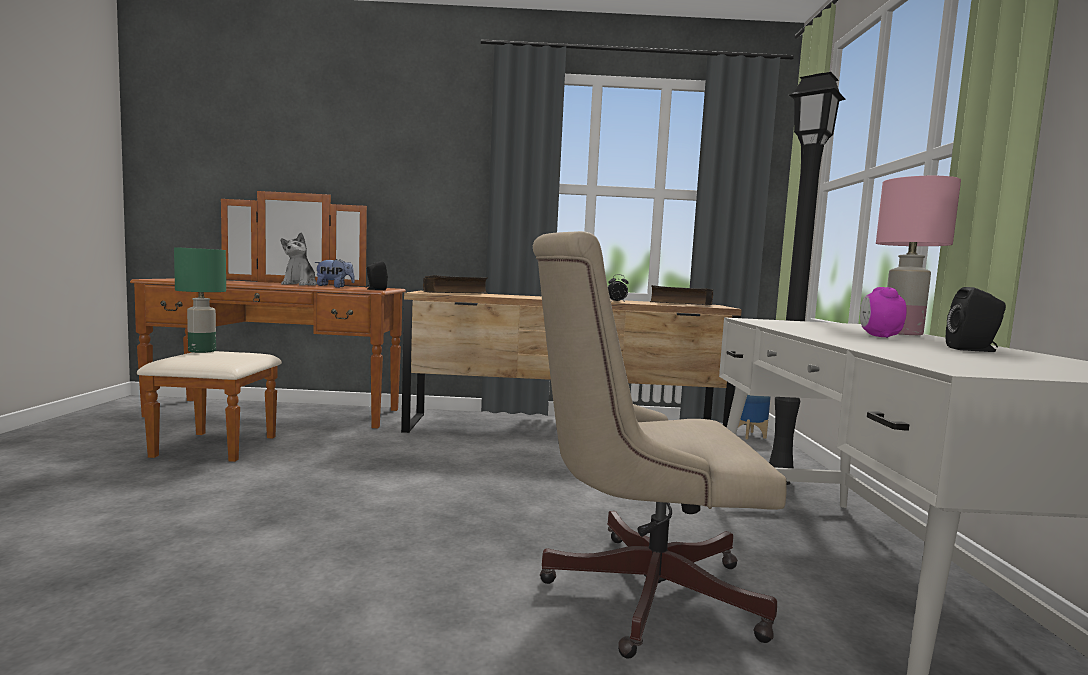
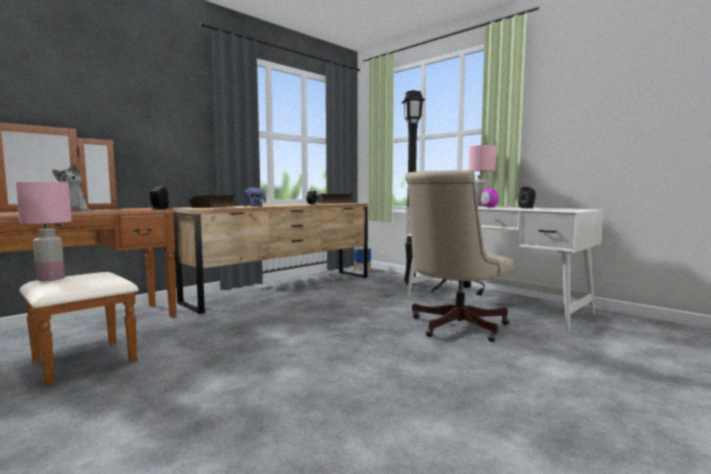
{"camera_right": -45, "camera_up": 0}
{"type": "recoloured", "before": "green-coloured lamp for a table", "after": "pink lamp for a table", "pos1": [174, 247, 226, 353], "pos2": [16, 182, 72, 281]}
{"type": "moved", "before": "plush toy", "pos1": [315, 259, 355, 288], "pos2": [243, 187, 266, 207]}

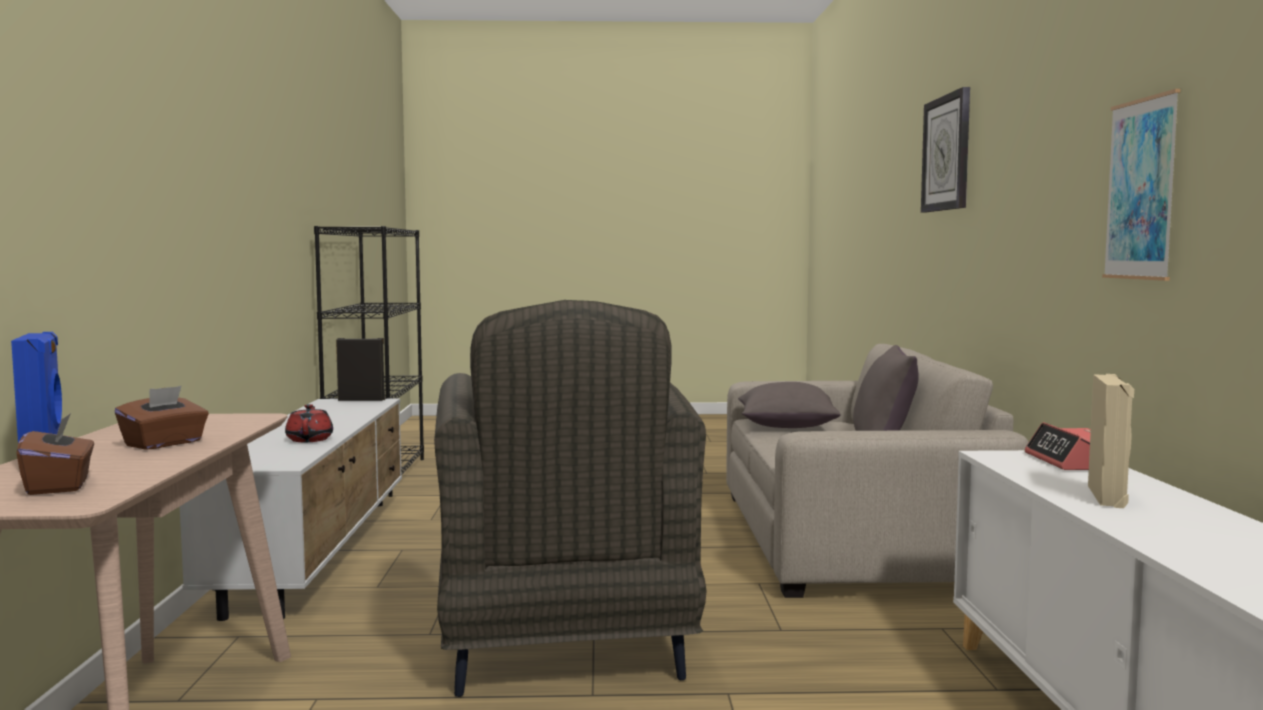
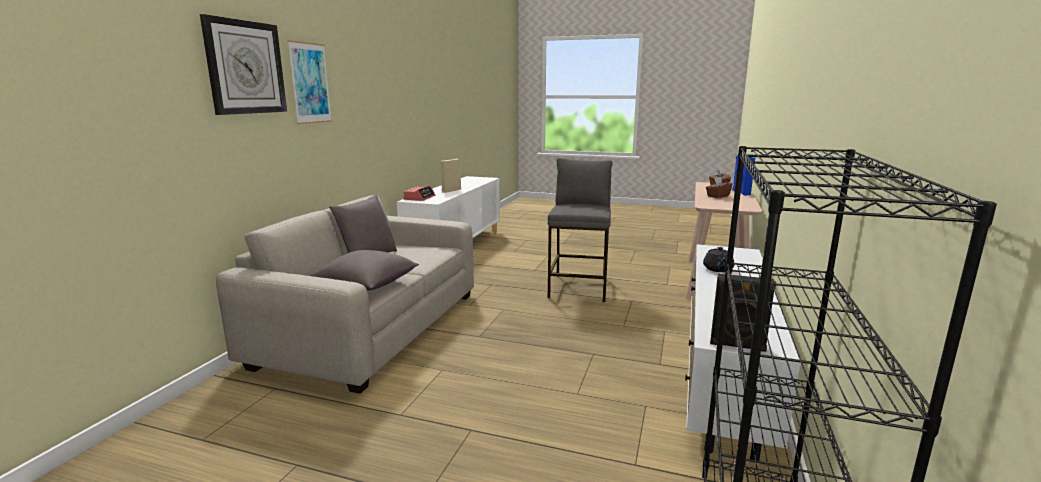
{"camera_right": -160, "camera_up": 10}
{"type": "recoloured", "before": "reddish pot for tea", "after": "black-coloured pot for tea", "pos1": [285, 404, 333, 442], "pos2": [703, 247, 734, 272]}
{"type": "replaced", "before": "greyish lounge chair", "after": "greyish sitting stool", "pos1": [434, 300, 707, 697], "pos2": [548, 158, 612, 302]}
{"type": "moved", "before": "picture", "pos1": [1102, 89, 1180, 281], "pos2": [287, 40, 332, 124]}

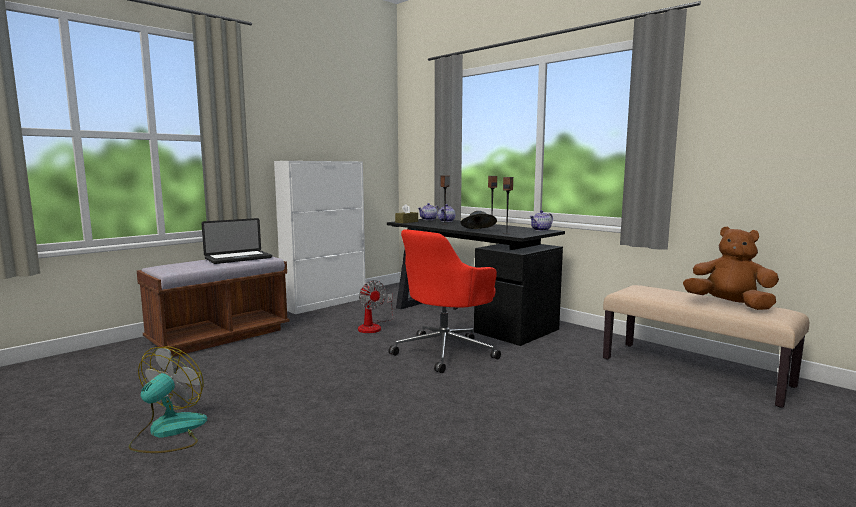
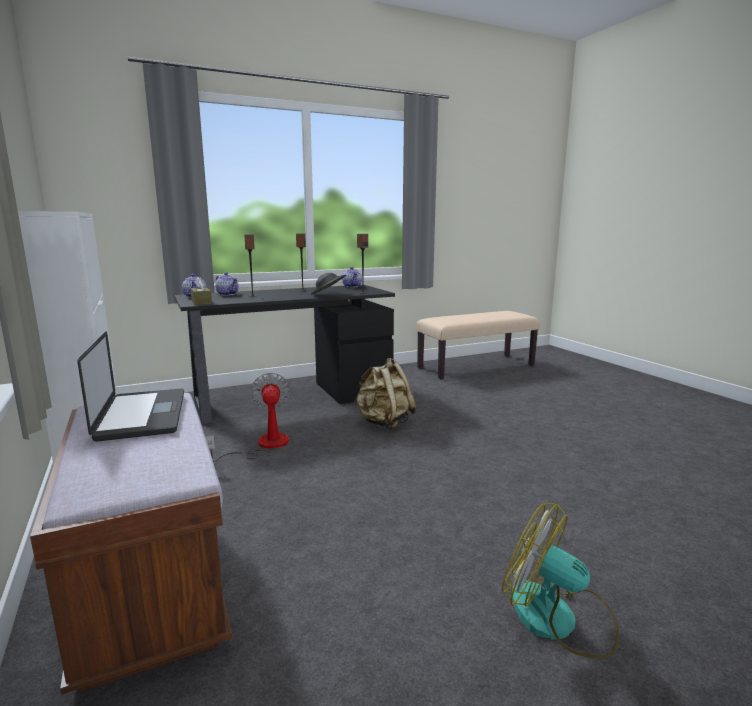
{"camera_right": -70, "camera_up": 5}
{"type": "turned", "before": "cooling fan", "pos1": [358, 280, 394, 333], "pos2": [205, 373, 290, 462], "turn": -90}
{"type": "replaced", "before": "reddish desk chair", "after": "beige-coloured backpack", "pos1": [388, 229, 501, 373], "pos2": [354, 358, 417, 430]}
{"type": "removed", "before": "brownish plush toy", "pos1": [683, 226, 779, 310]}

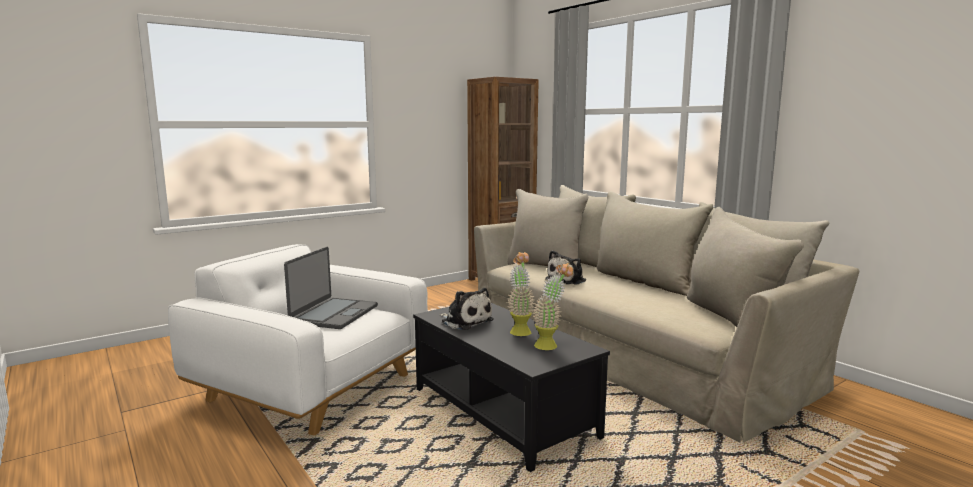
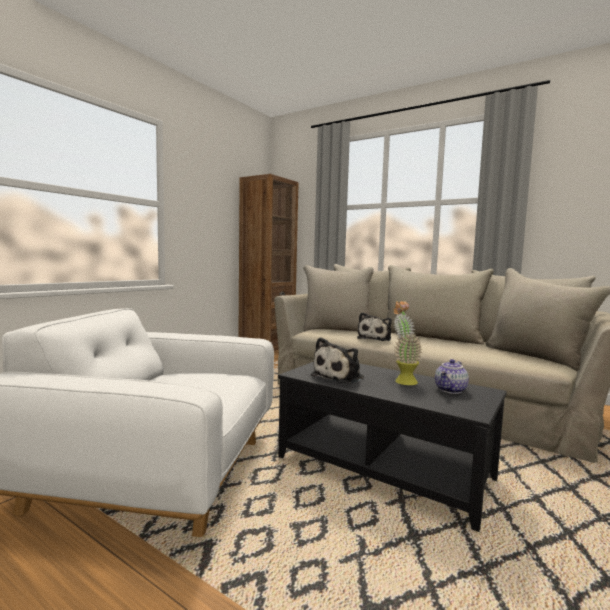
{"camera_right": -20, "camera_up": -5}
{"type": "removed", "before": "notebook computer", "pos1": [284, 247, 378, 329]}
{"type": "turned", "before": "plush toy", "pos1": [439, 288, 494, 330], "pos2": [311, 337, 364, 384], "turn": 105}
{"type": "replaced", "before": "potted plant", "after": "pot for tea", "pos1": [533, 263, 573, 350], "pos2": [435, 359, 469, 394]}

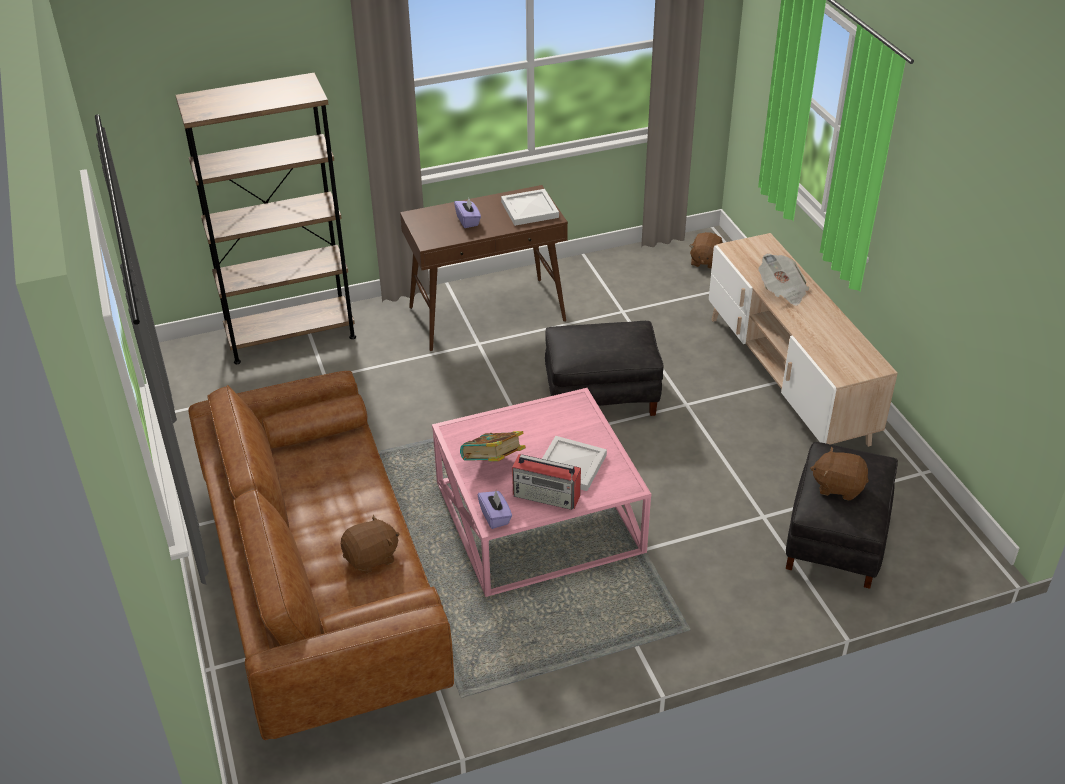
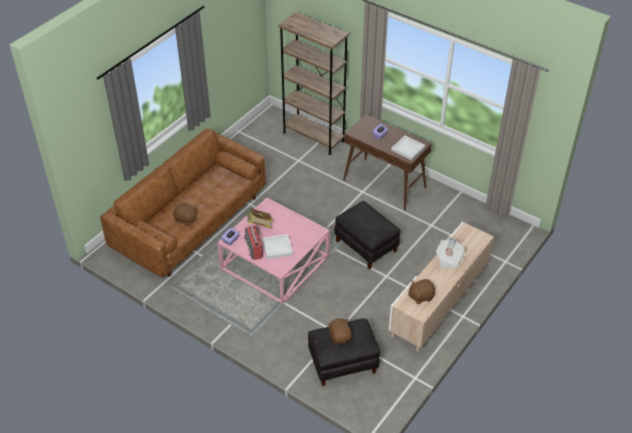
{"camera_right": 55, "camera_up": 5}
{"type": "moved", "before": "brownish plush toy", "pos1": [689, 232, 722, 269], "pos2": [408, 279, 436, 304]}

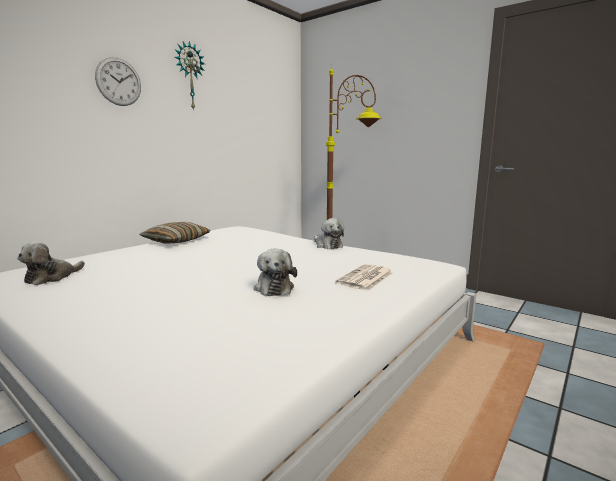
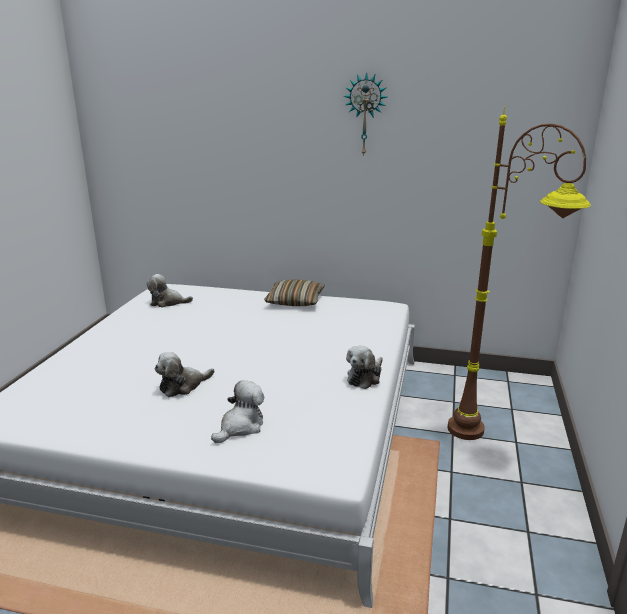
{"camera_right": 65, "camera_up": 10}
{"type": "removed", "before": "wall clock", "pos1": [95, 57, 141, 106]}
{"type": "replaced", "before": "newspaper", "after": "plush toy", "pos1": [335, 264, 393, 291], "pos2": [211, 380, 264, 443]}

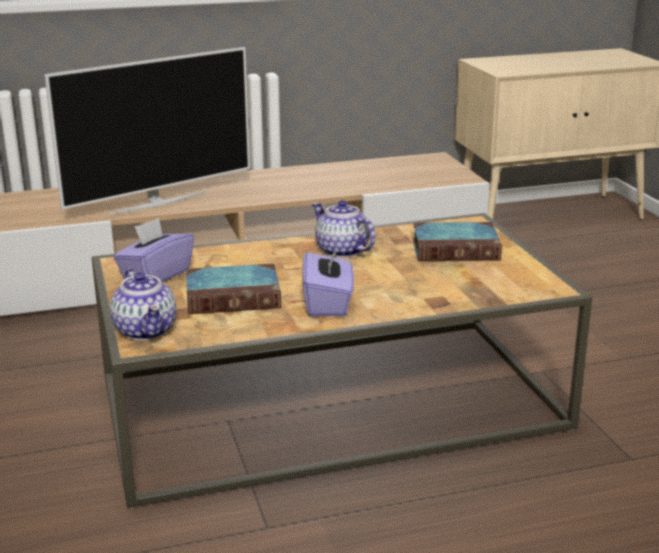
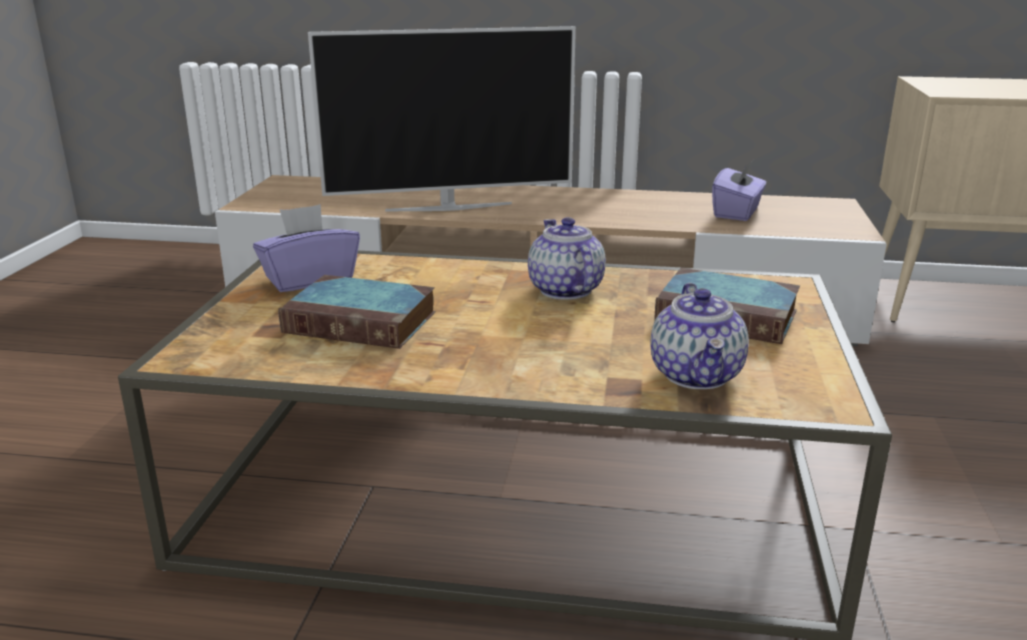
{"camera_right": 25, "camera_up": 0}
{"type": "moved", "before": "pot for tea", "pos1": [110, 269, 177, 340], "pos2": [651, 283, 749, 389]}
{"type": "moved", "before": "purple tissue holder", "pos1": [302, 247, 354, 317], "pos2": [712, 160, 766, 221]}

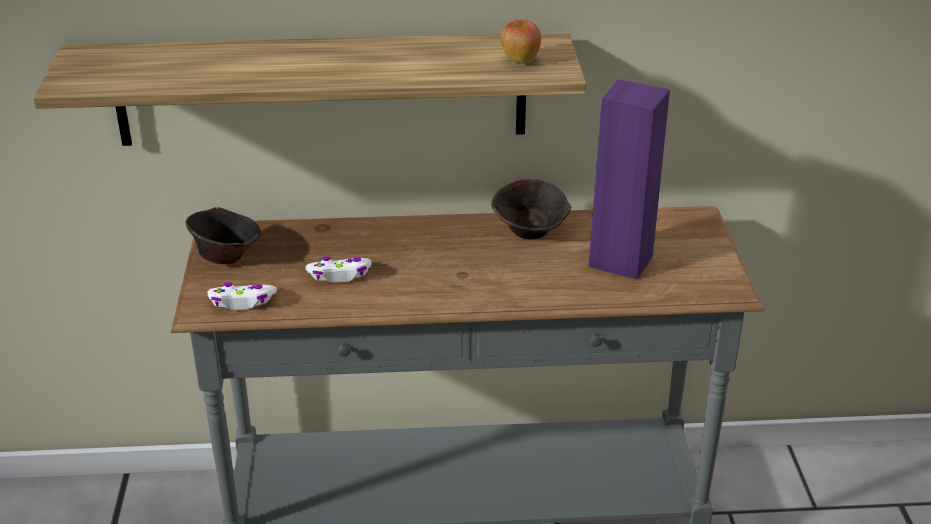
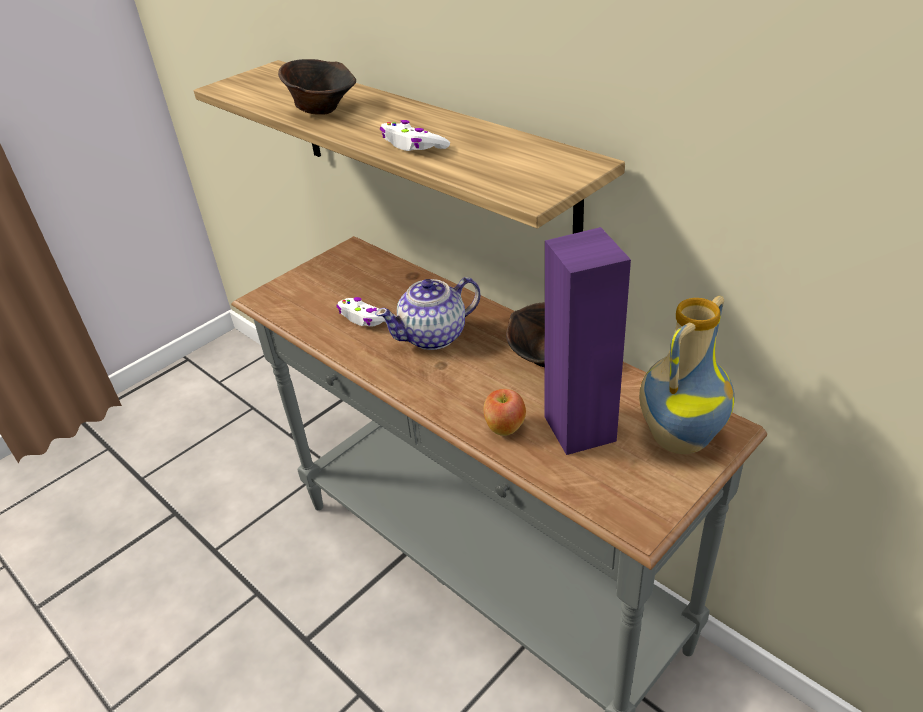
{"camera_right": 50, "camera_up": 5}
{"type": "moved", "before": "brownish bowl", "pos1": [186, 207, 261, 264], "pos2": [278, 59, 356, 115]}
{"type": "moved", "before": "white gamepad", "pos1": [208, 282, 277, 310], "pos2": [380, 120, 450, 151]}
{"type": "moved", "before": "whole apple", "pos1": [501, 19, 541, 64], "pos2": [484, 389, 526, 436]}
{"type": "added", "after": "pot for tea", "pos2": [375, 277, 481, 350]}
{"type": "added", "after": "decorative vase", "pos2": [639, 296, 734, 454]}

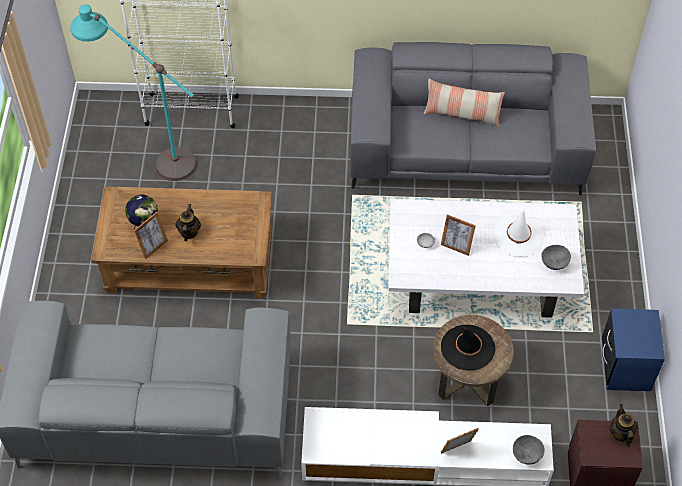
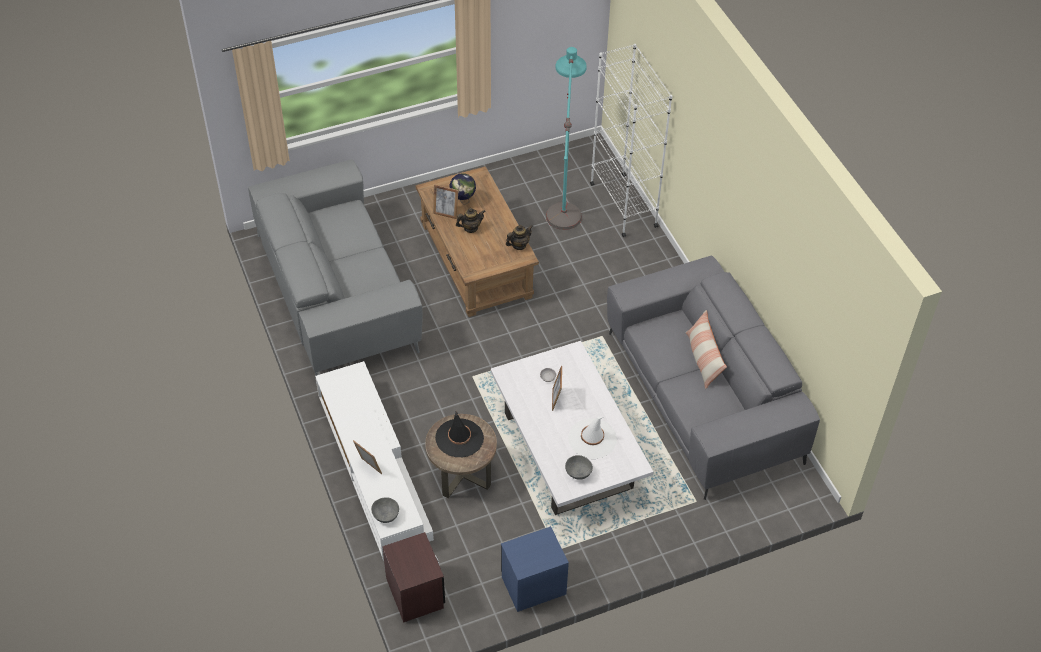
{"camera_right": 65, "camera_up": -5}
{"type": "moved", "before": "pot for tea", "pos1": [610, 404, 638, 447], "pos2": [506, 225, 533, 250]}

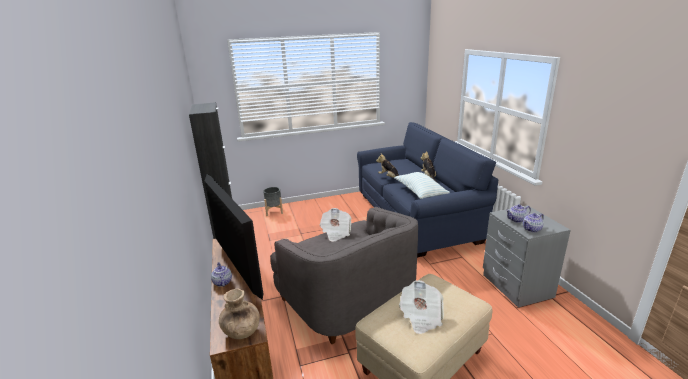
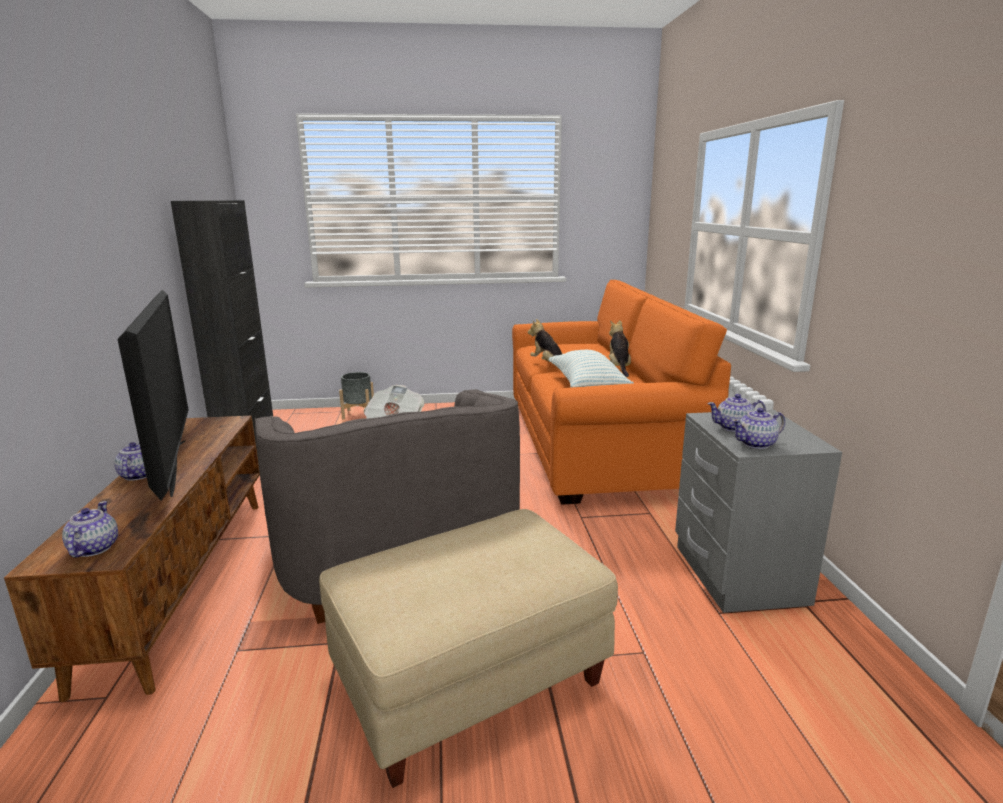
{"camera_right": 10, "camera_up": -5}
{"type": "replaced", "before": "brownish decorative vase", "after": "pot for tea", "pos1": [219, 289, 260, 339], "pos2": [62, 501, 118, 558]}
{"type": "recoloured", "before": "blue-coloured couch", "after": "orangey couch", "pos1": [357, 122, 498, 258], "pos2": [512, 280, 731, 505]}
{"type": "removed", "before": "newspaper", "pos1": [399, 280, 444, 334]}

